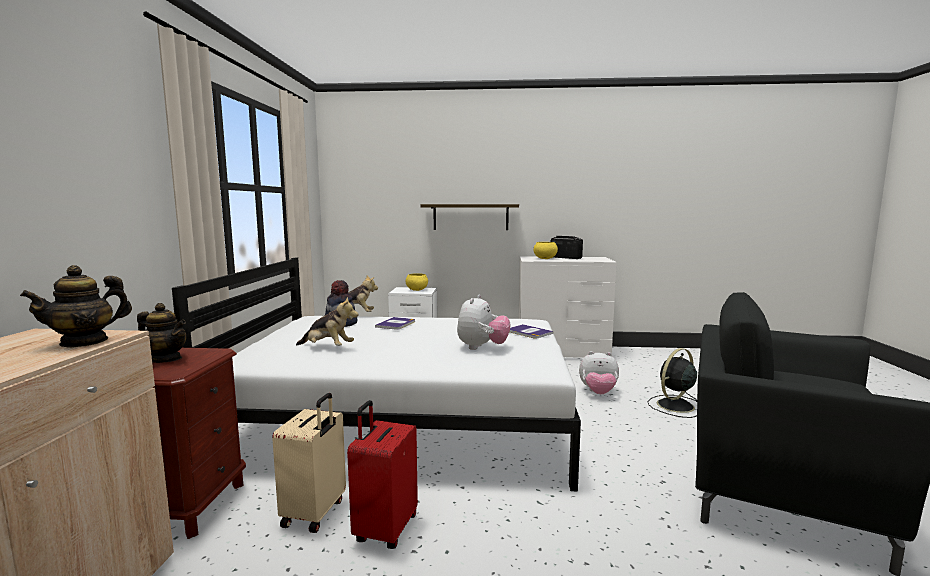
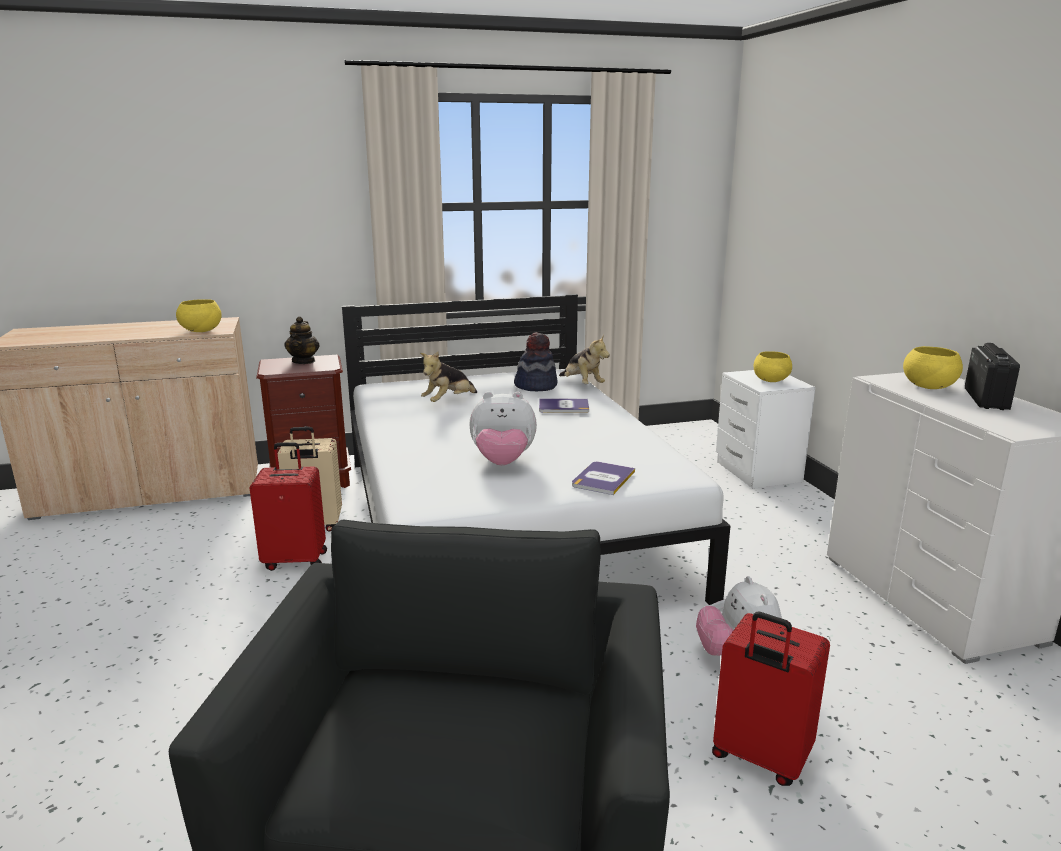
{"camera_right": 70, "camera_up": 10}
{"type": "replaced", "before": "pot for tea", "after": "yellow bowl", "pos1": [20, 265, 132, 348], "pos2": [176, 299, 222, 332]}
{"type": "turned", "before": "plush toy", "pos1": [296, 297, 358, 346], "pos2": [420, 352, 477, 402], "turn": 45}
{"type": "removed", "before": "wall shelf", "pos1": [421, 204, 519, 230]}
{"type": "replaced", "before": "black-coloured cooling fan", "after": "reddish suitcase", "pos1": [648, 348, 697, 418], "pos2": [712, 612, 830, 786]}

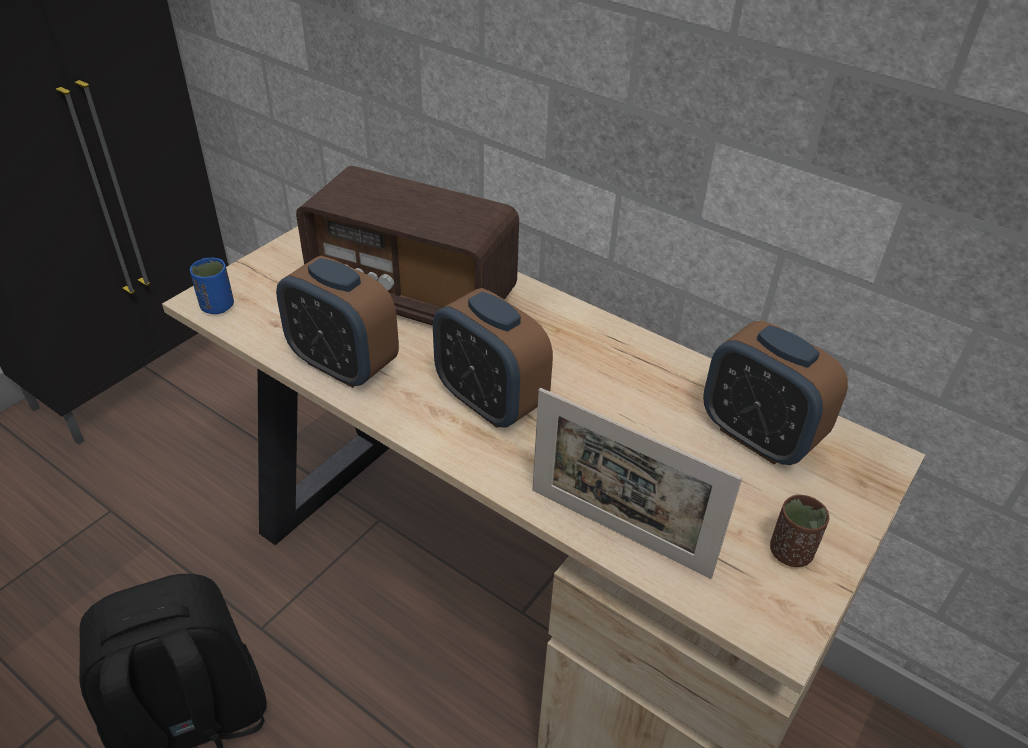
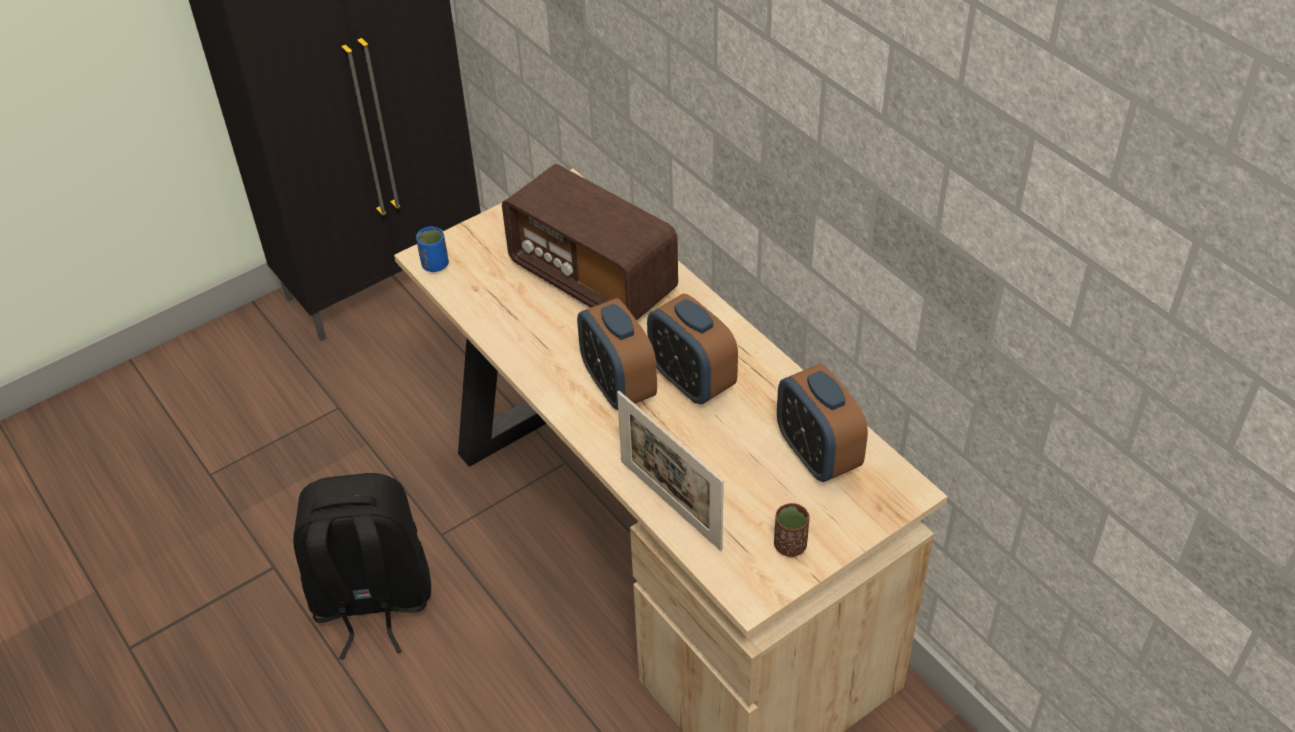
{"camera_right": 20, "camera_up": 5}
{"type": "moved", "before": "bedside clock", "pos1": [276, 256, 399, 388], "pos2": [647, 294, 738, 404]}

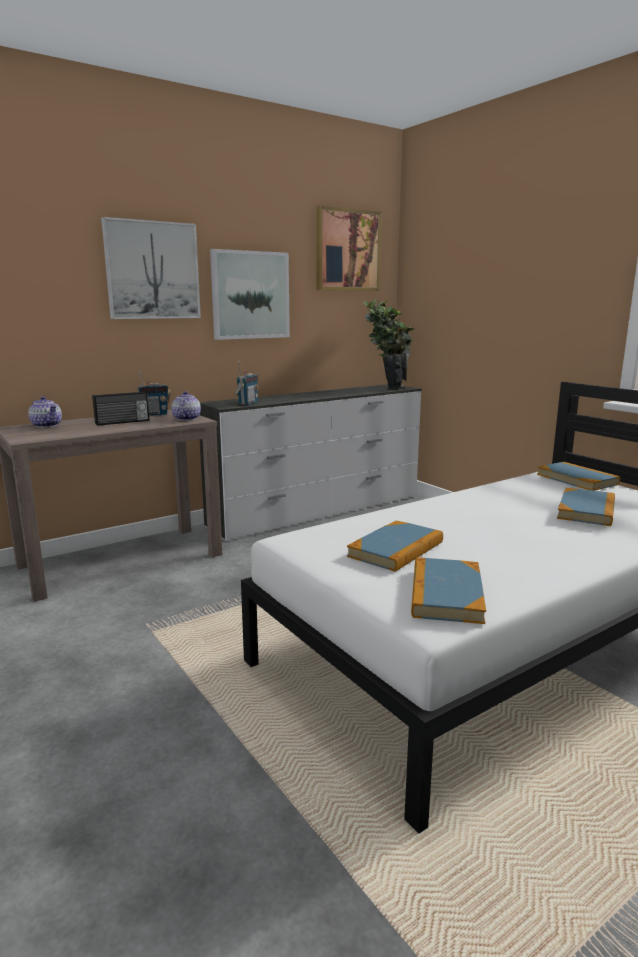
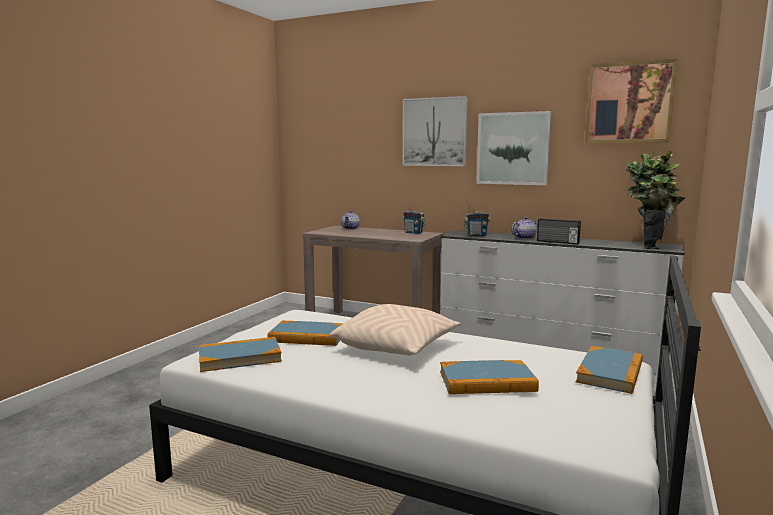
{"camera_right": 60, "camera_up": -5}
{"type": "moved", "before": "radio", "pos1": [92, 391, 149, 426], "pos2": [537, 218, 581, 245]}
{"type": "moved", "before": "pot for tea", "pos1": [171, 391, 201, 421], "pos2": [511, 217, 538, 239]}
{"type": "added", "after": "beige-coloured throw pillow", "pos2": [329, 304, 462, 356]}

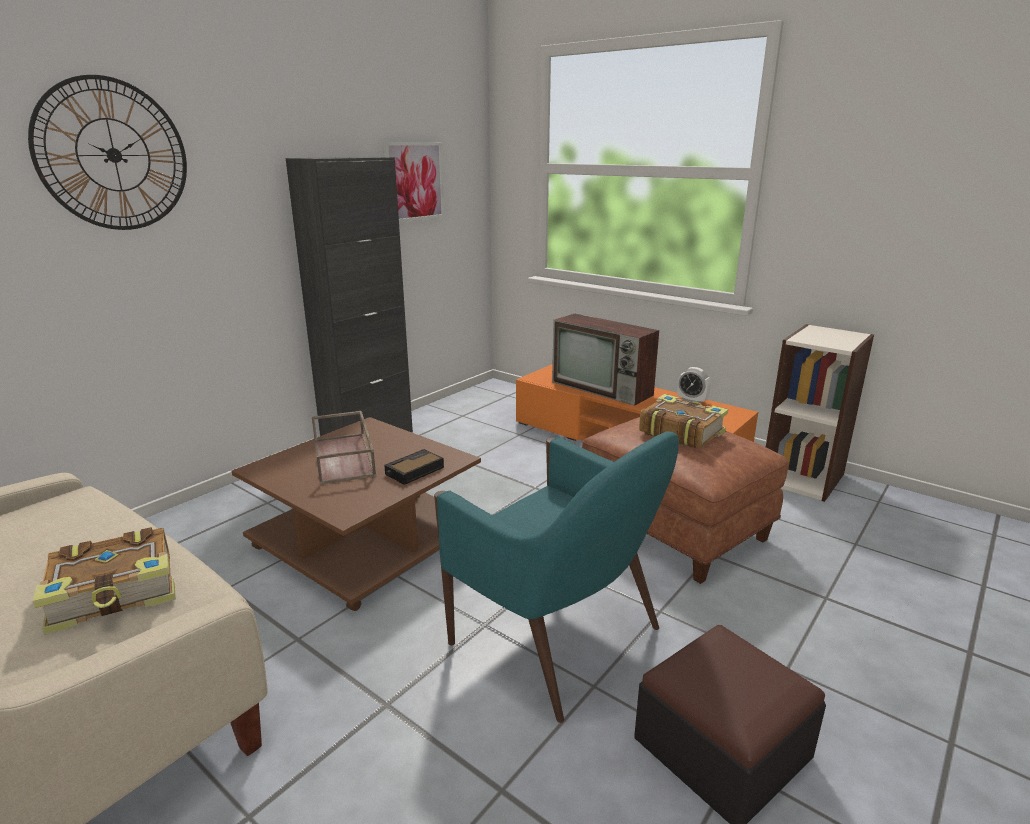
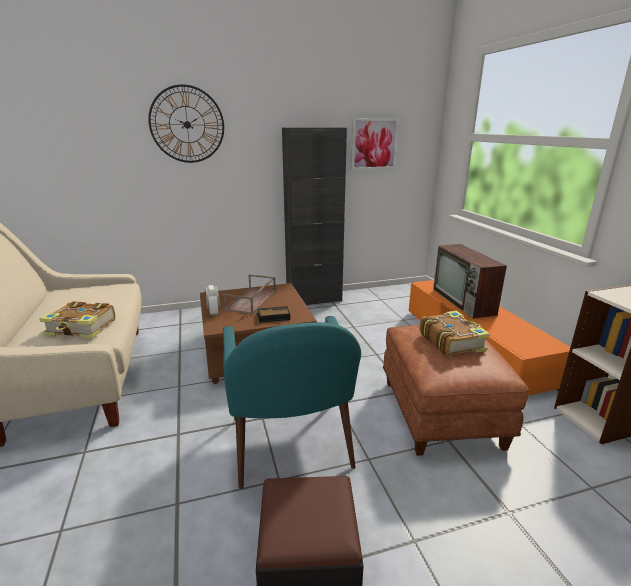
{"camera_right": 35, "camera_up": 0}
{"type": "moved", "before": "bedside clock", "pos1": [677, 367, 711, 403], "pos2": [205, 285, 220, 315]}

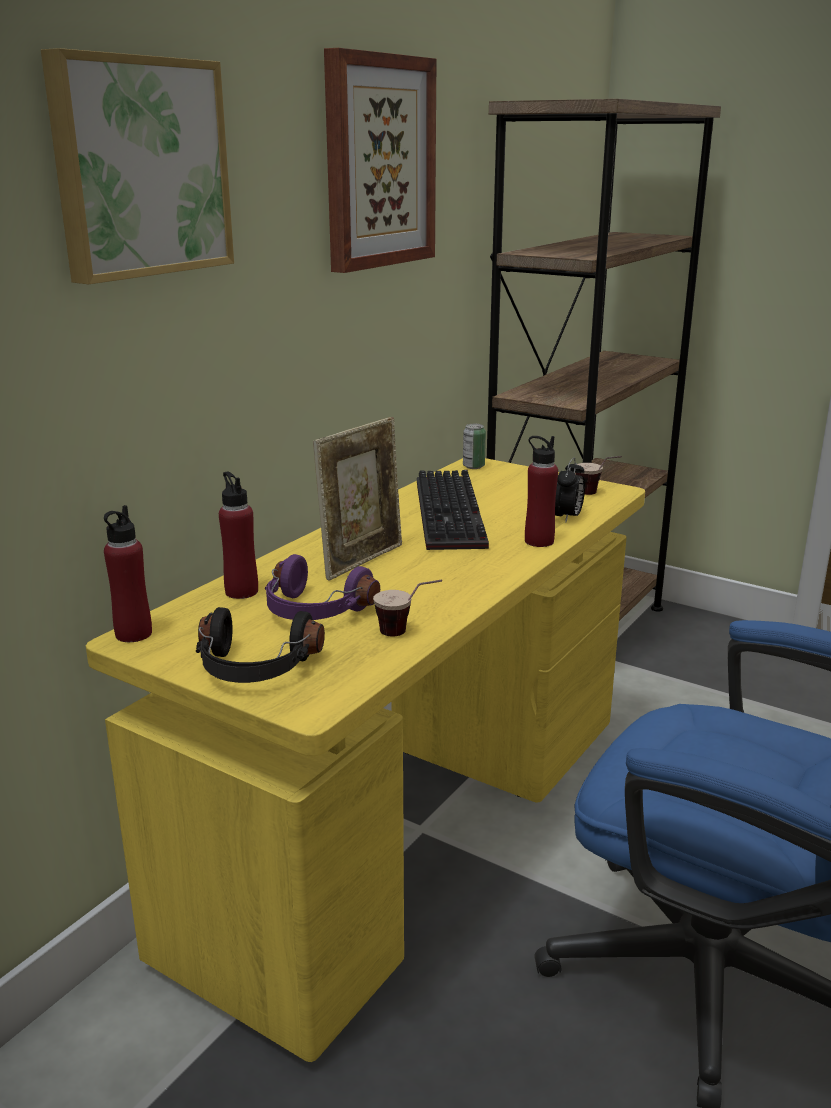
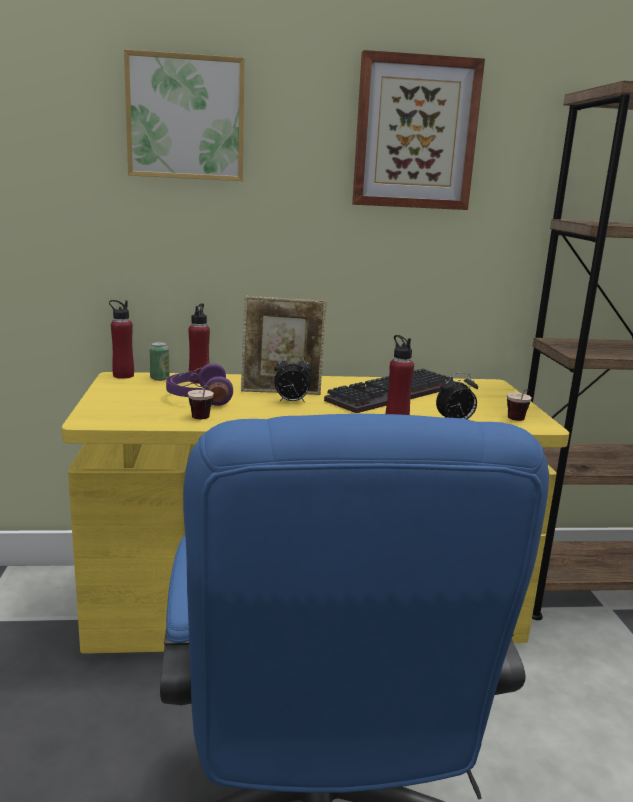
{"camera_right": 50, "camera_up": -5}
{"type": "removed", "before": "black-coloured headset", "pos1": [196, 607, 325, 683]}
{"type": "moved", "before": "sealed can", "pos1": [463, 424, 486, 469], "pos2": [149, 342, 169, 381]}
{"type": "added", "after": "bedside clock", "pos2": [274, 354, 312, 403]}

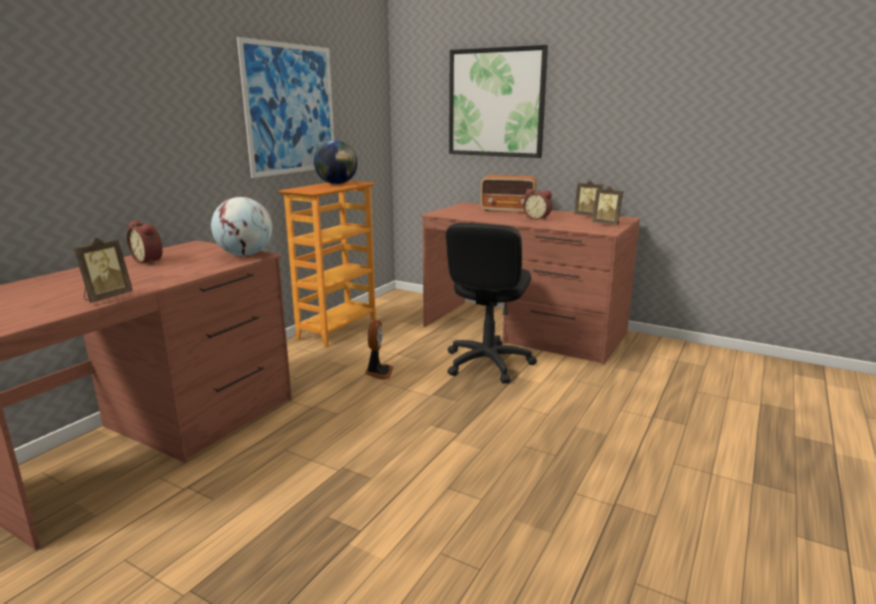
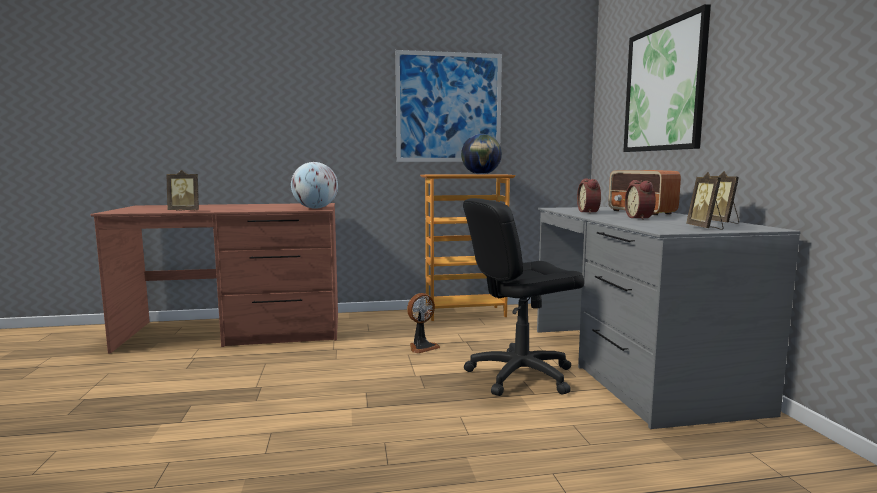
{"camera_right": 50, "camera_up": -10}
{"type": "moved", "before": "bedside clock", "pos1": [127, 220, 163, 264], "pos2": [577, 178, 601, 213]}
{"type": "recoloured", "before": "brownish desk unit", "after": "greyish desk unit", "pos1": [420, 202, 640, 365], "pos2": [537, 207, 801, 429]}

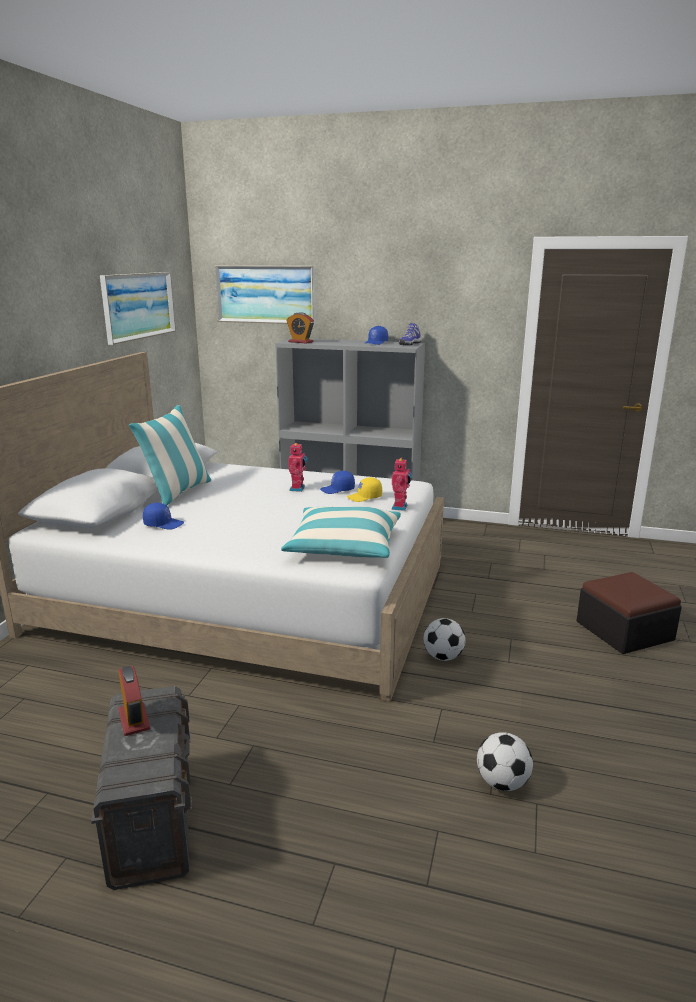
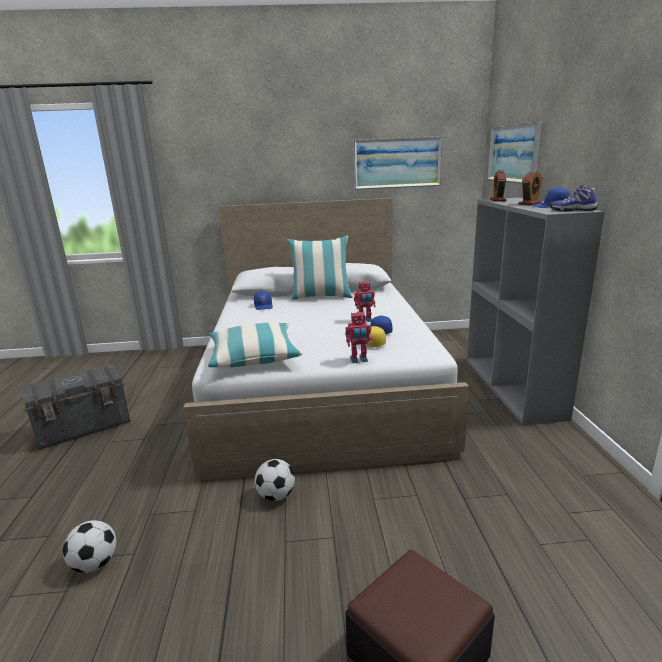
{"camera_right": 70, "camera_up": 0}
{"type": "moved", "before": "bedside clock", "pos1": [118, 666, 150, 736], "pos2": [519, 171, 543, 205]}

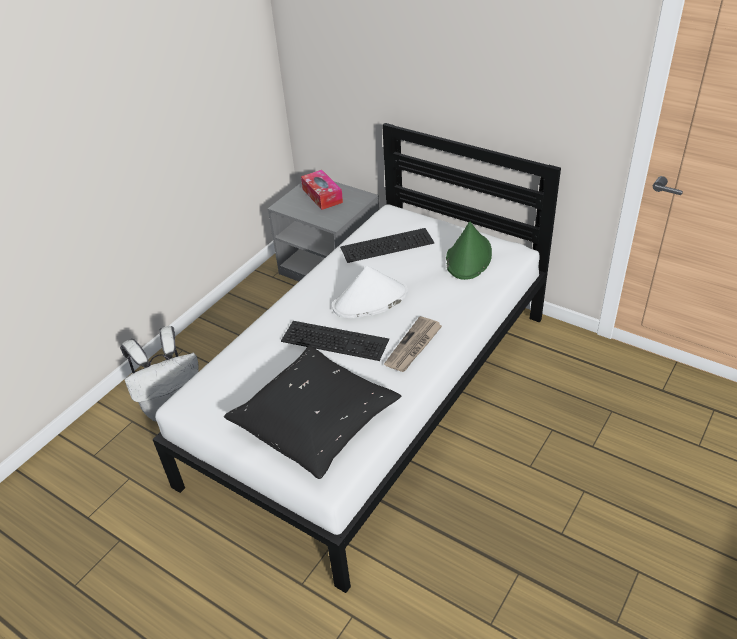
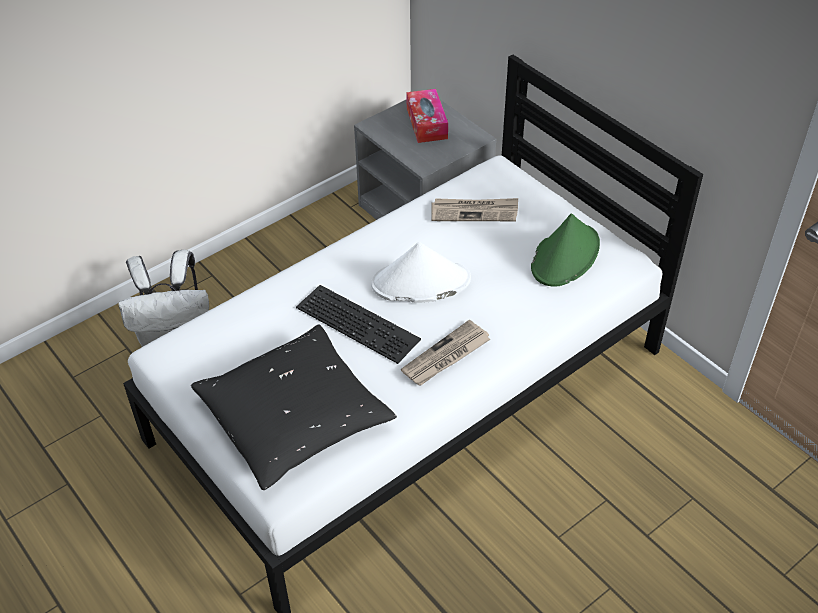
{"camera_right": 15, "camera_up": 5}
{"type": "replaced", "before": "keyboard", "after": "newspaper", "pos1": [340, 228, 434, 263], "pos2": [432, 198, 518, 221]}

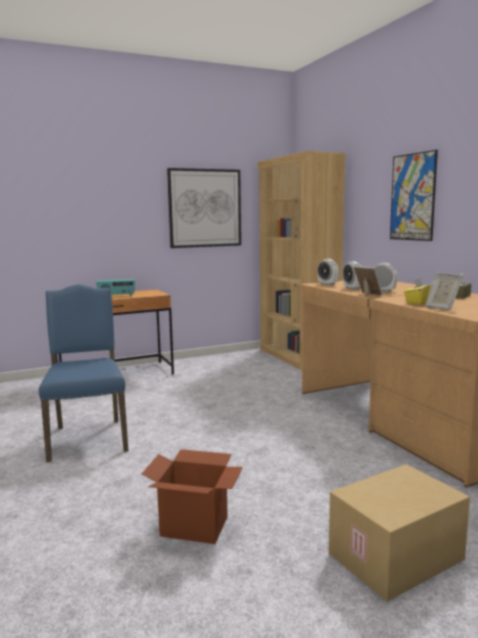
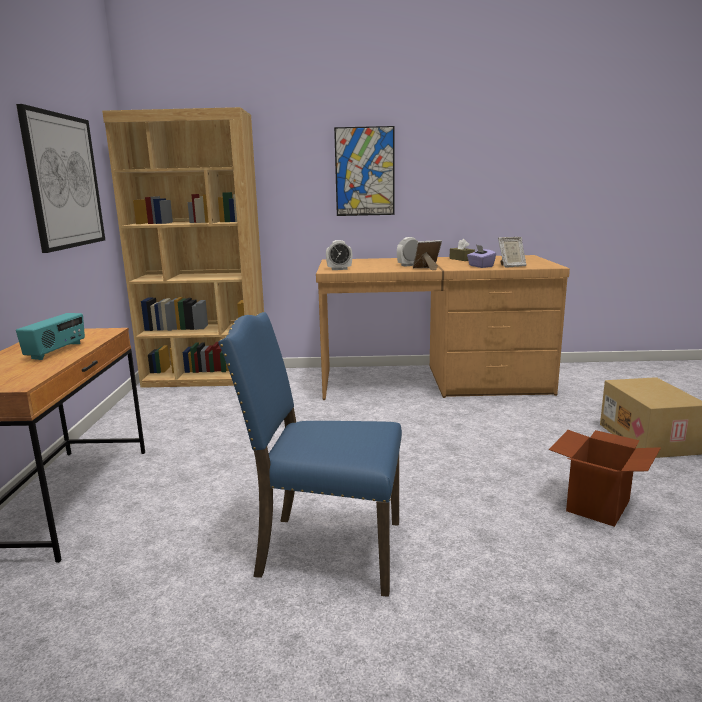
{"camera_right": -65, "camera_up": 5}
{"type": "removed", "before": "bedside clock", "pos1": [343, 261, 362, 290]}
{"type": "recoloured", "before": "yellow tissue holder", "after": "purple tissue holder", "pos1": [404, 278, 432, 305], "pos2": [467, 245, 496, 268]}

